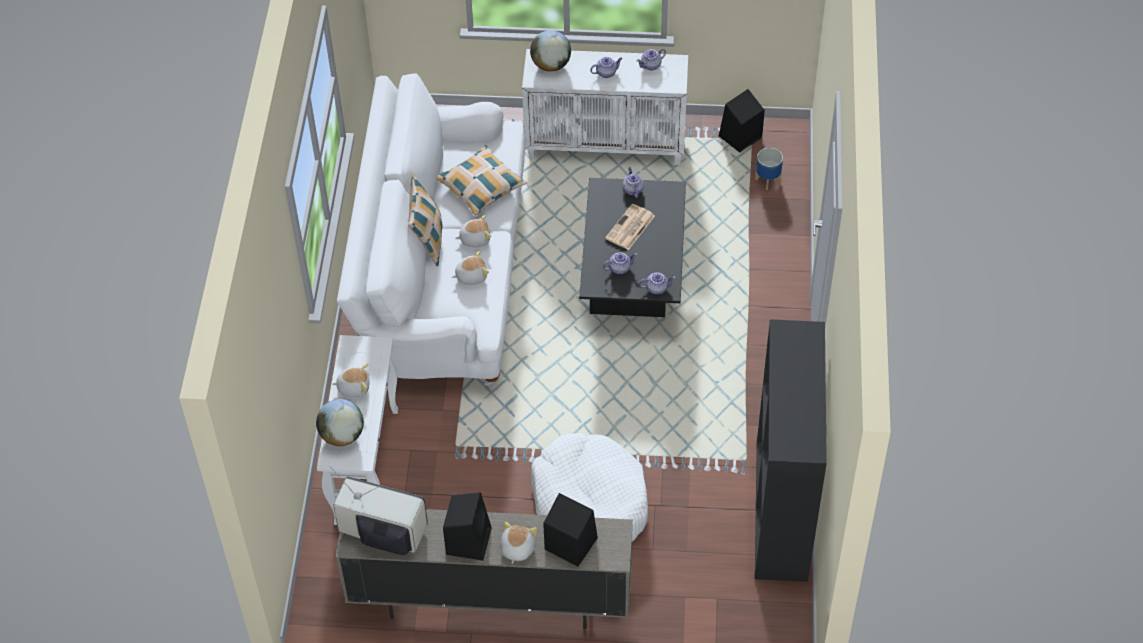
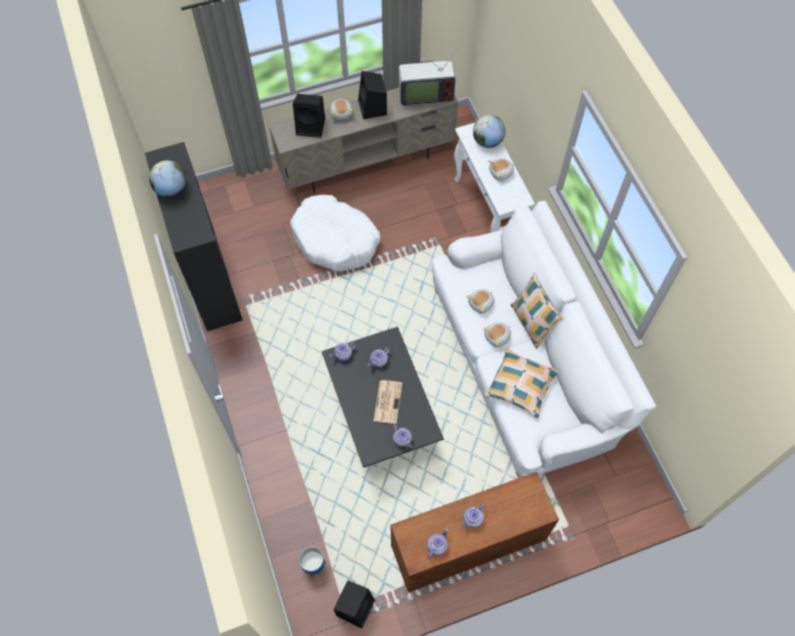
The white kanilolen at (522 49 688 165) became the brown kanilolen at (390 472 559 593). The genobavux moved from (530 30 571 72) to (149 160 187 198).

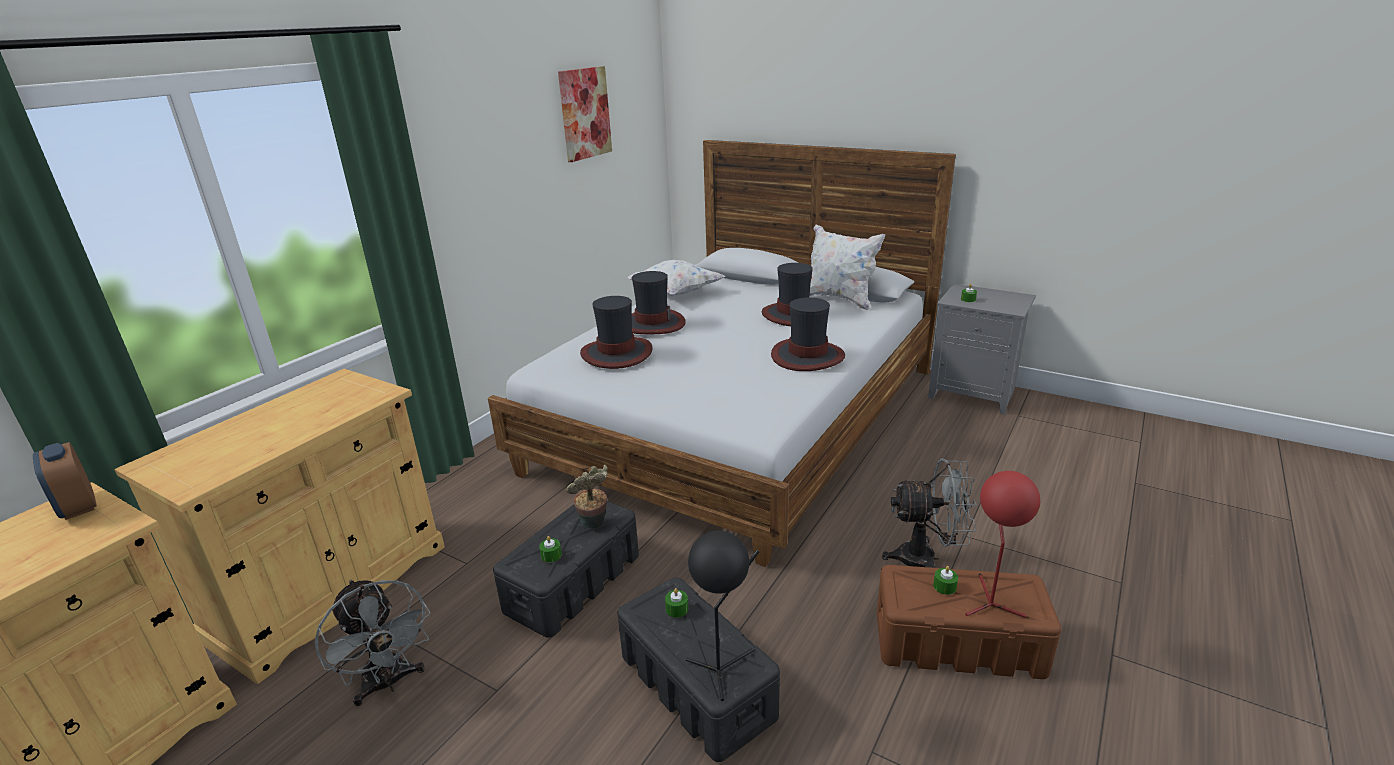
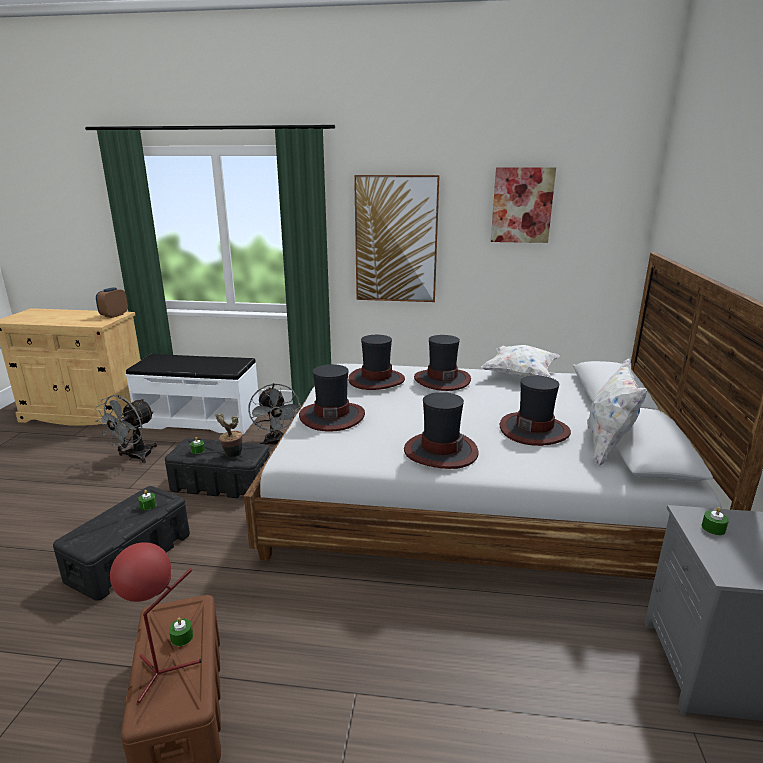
The beige kanilolen at (114 369 445 684) was replaced by the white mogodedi at (126 354 260 435). The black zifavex at (686 531 759 701) disappeared. The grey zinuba moved from (882 458 978 568) to (248 383 301 445). The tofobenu at (299 364 365 432) appeared. The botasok at (354 175 440 302) appeared.

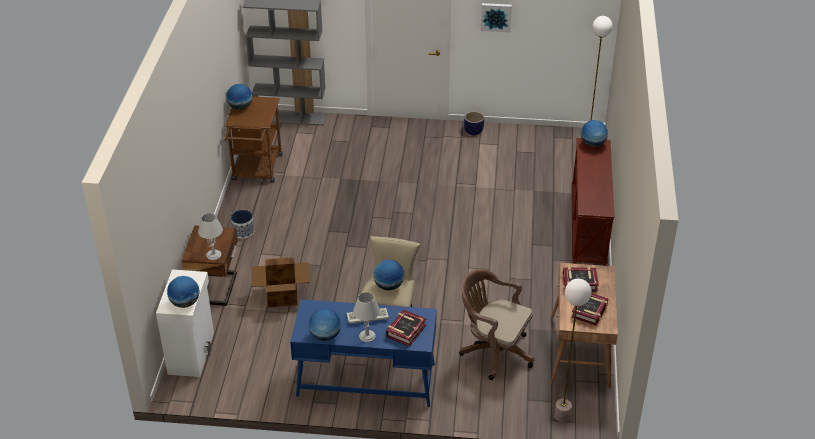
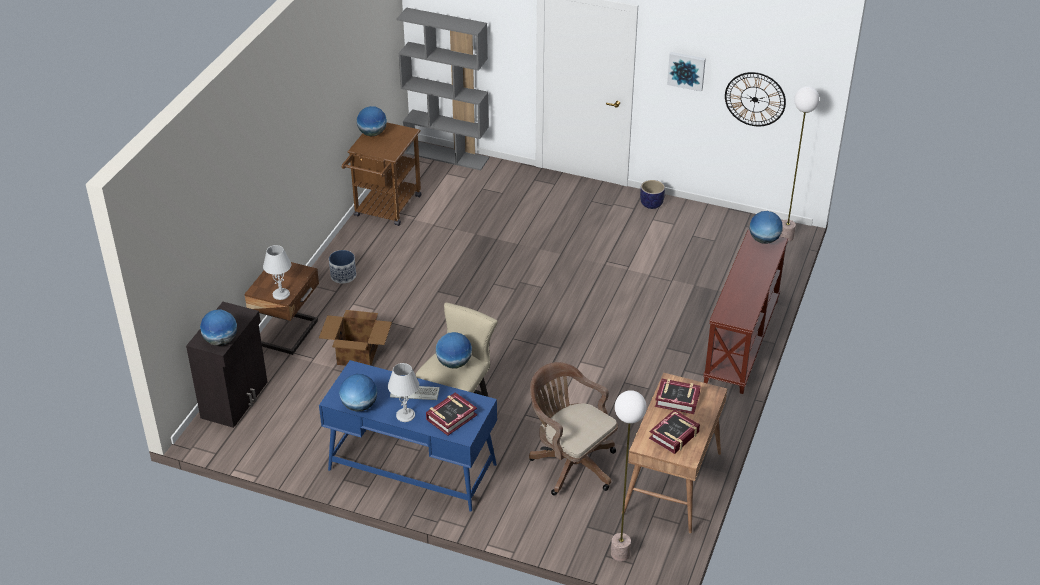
The white kanilolen at (156 269 214 377) became the black kanilolen at (186 302 267 428). The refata at (725 72 786 126) appeared.

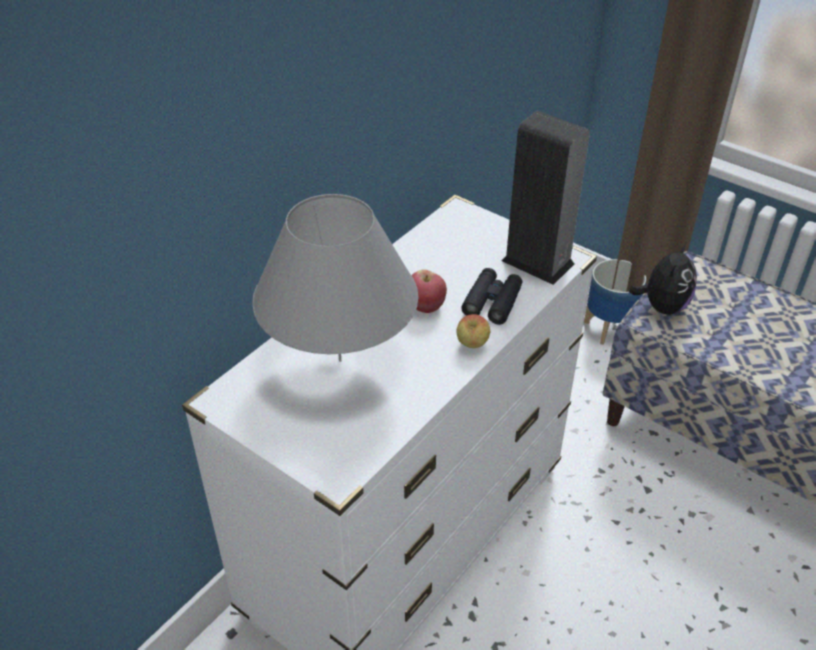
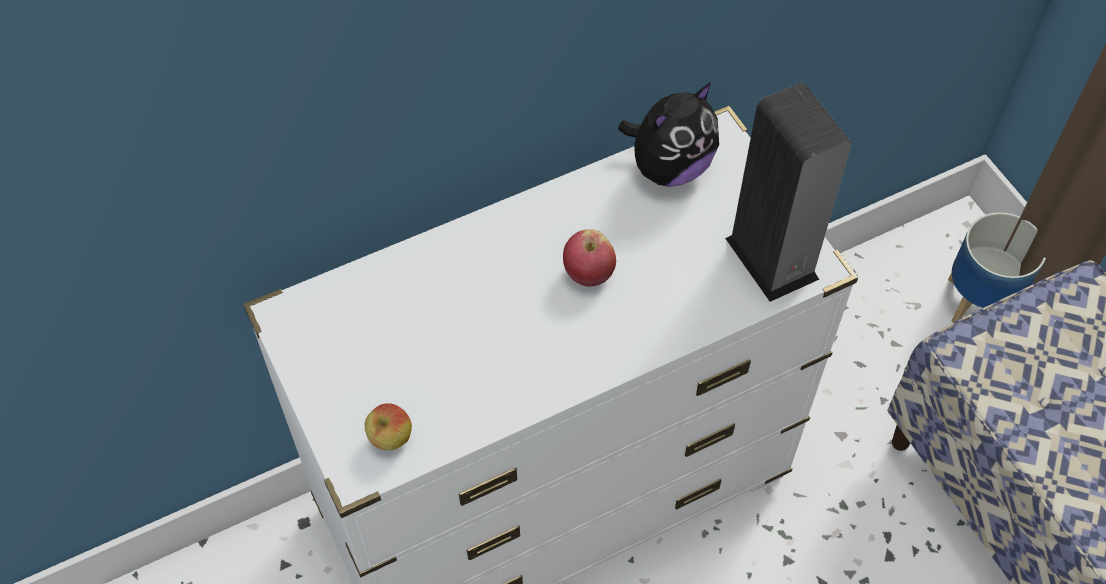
The grey zifavex at (252 194 419 362) disappeared. The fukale moved from (456 314 490 348) to (364 403 412 450). The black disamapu at (461 268 522 325) disappeared. The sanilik moved from (629 241 697 315) to (618 82 719 187).

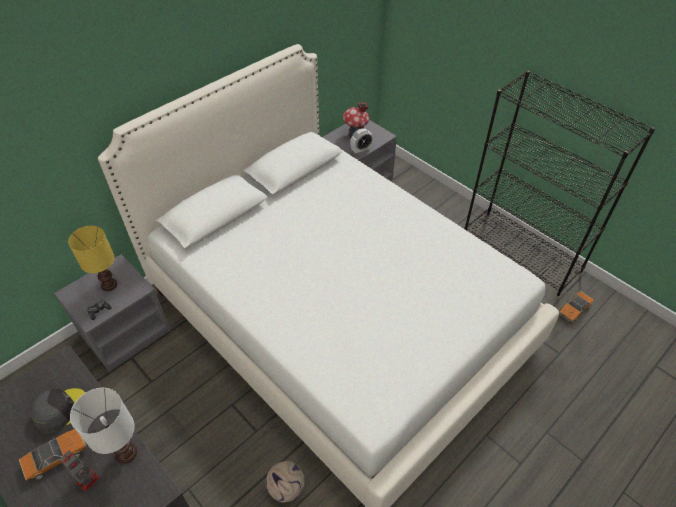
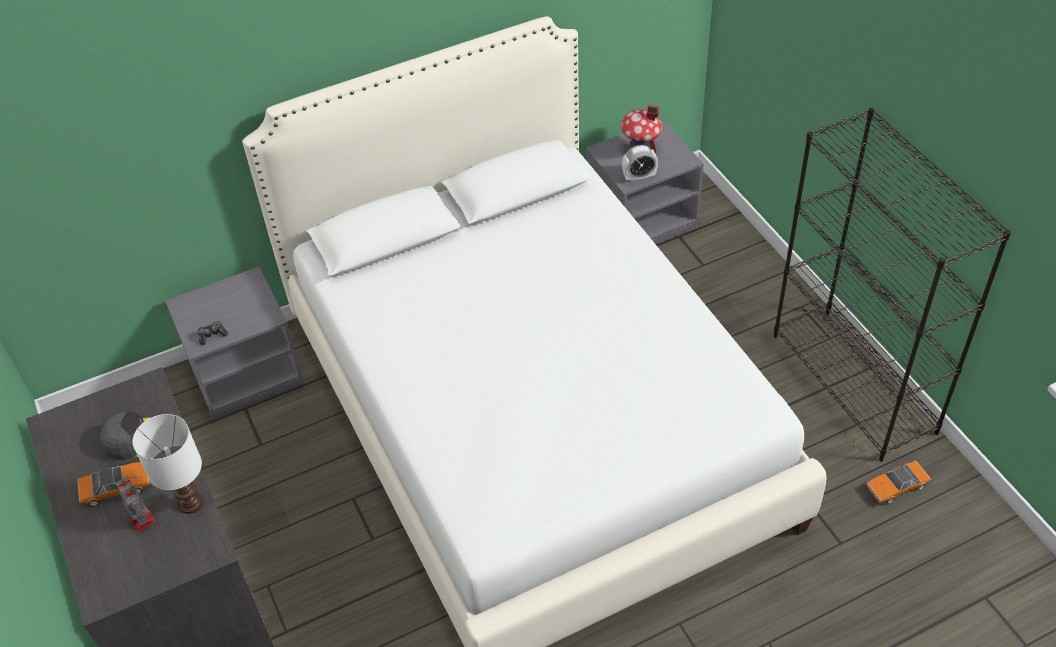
The yellow zifavex at (68 226 117 291) disappeared. The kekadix at (266 461 305 502) disappeared.

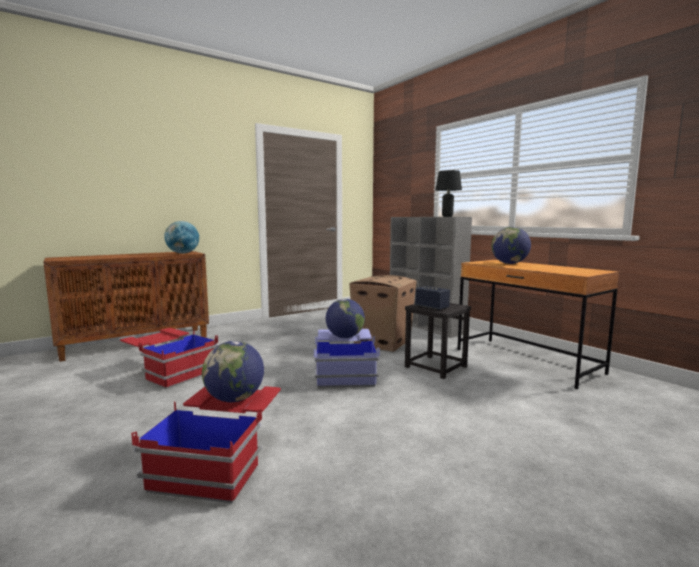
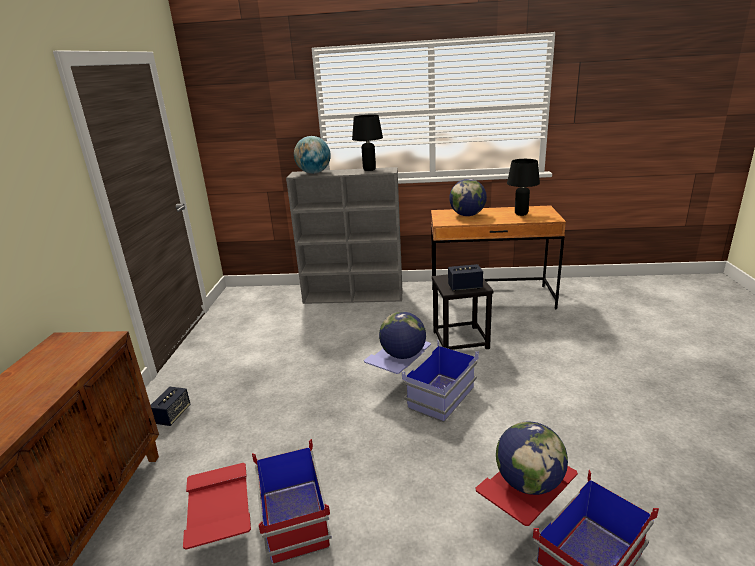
The genobavux moved from (164 221 199 254) to (294 136 331 174). The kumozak at (349 275 417 352) disappeared. The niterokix at (151 387 190 426) appeared. The black zifavex at (507 159 540 216) appeared.

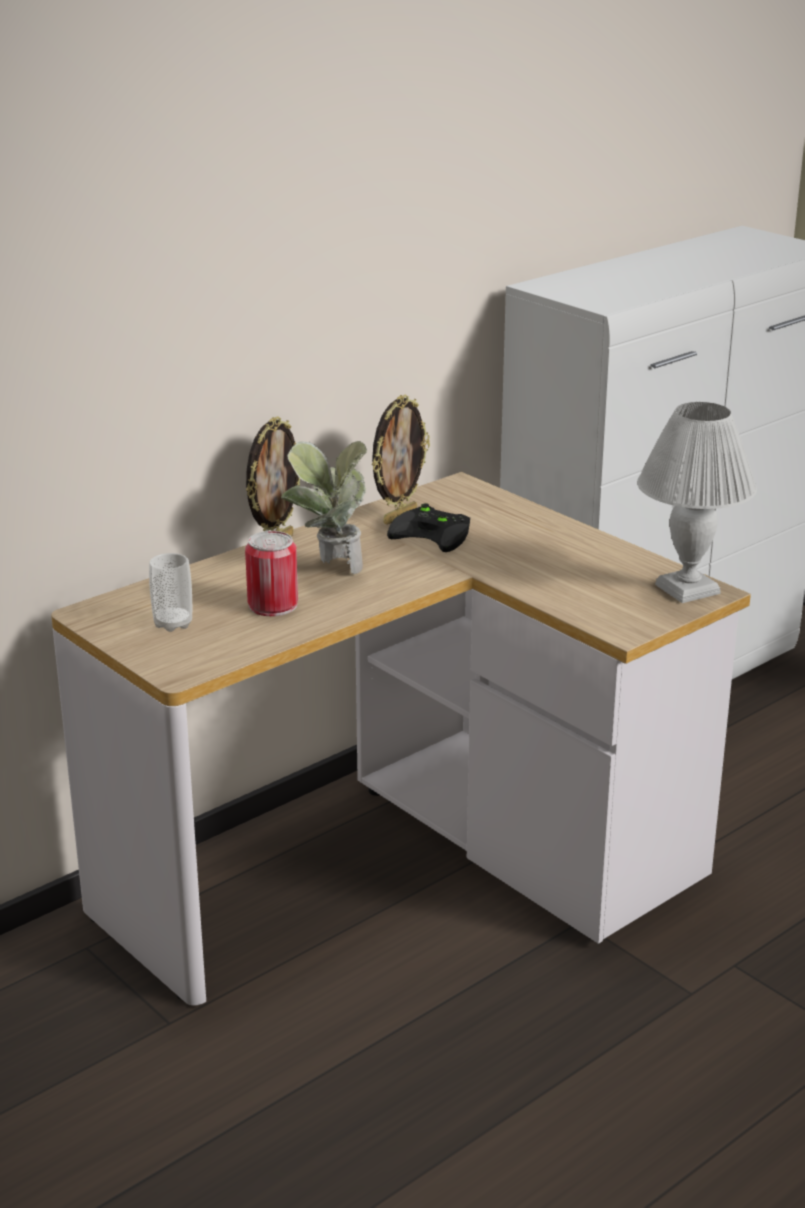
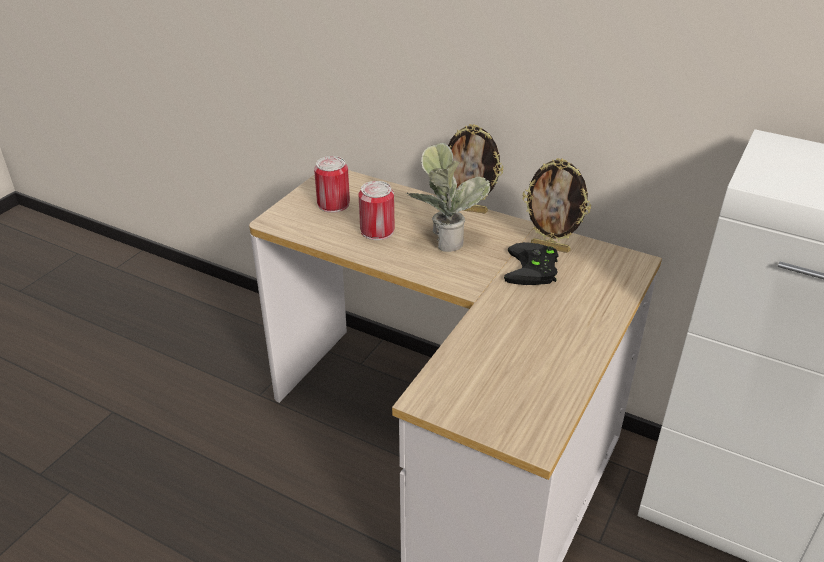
The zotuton at (149 553 192 632) was replaced by the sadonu at (314 156 350 213). The white zifavex at (637 402 757 603) disappeared.

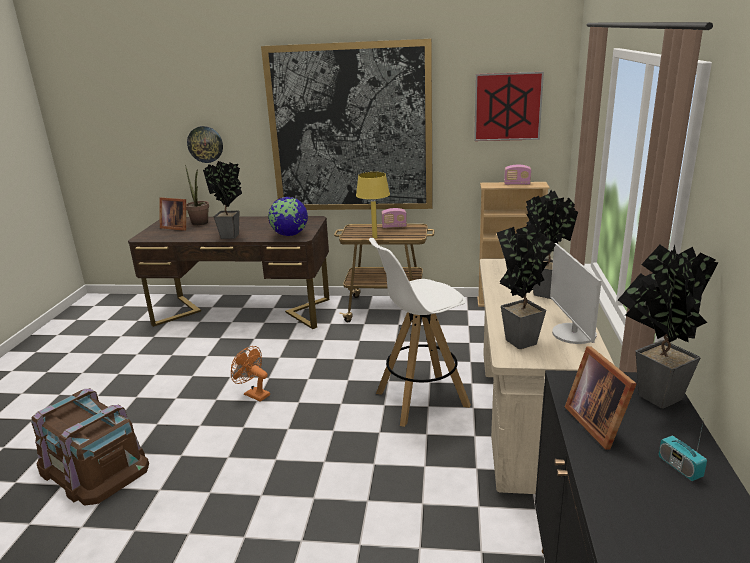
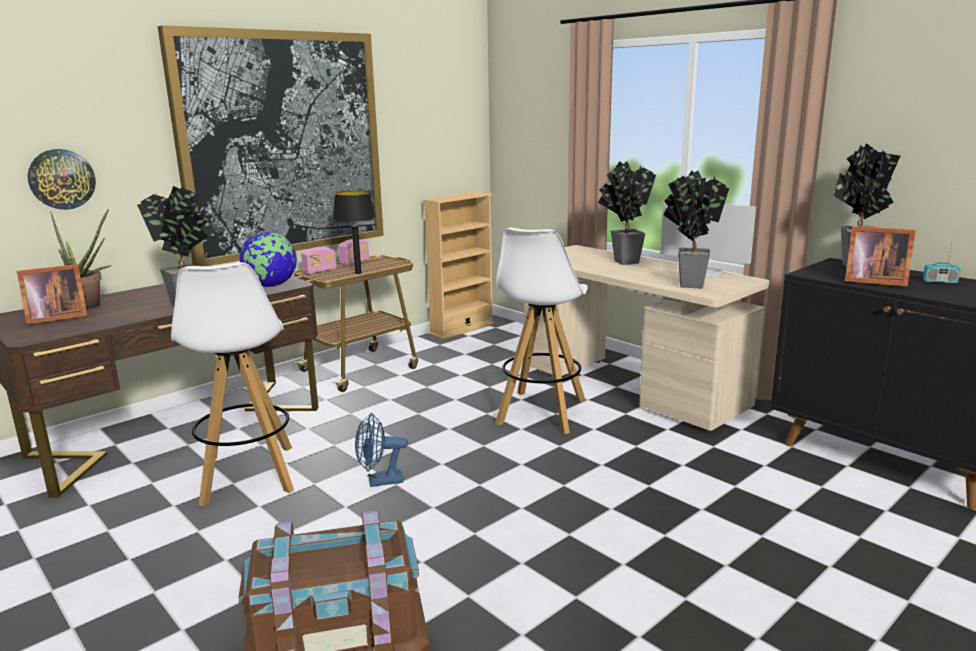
The orange zinuba at (231 346 270 402) became the blue zinuba at (355 413 408 487). The yellow zifavex at (356 172 390 238) became the black zifavex at (332 190 376 274). The botasok at (474 72 544 141) disappeared. The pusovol moved from (504 165 531 185) to (301 247 336 274). The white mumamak at (171 262 294 506) appeared.

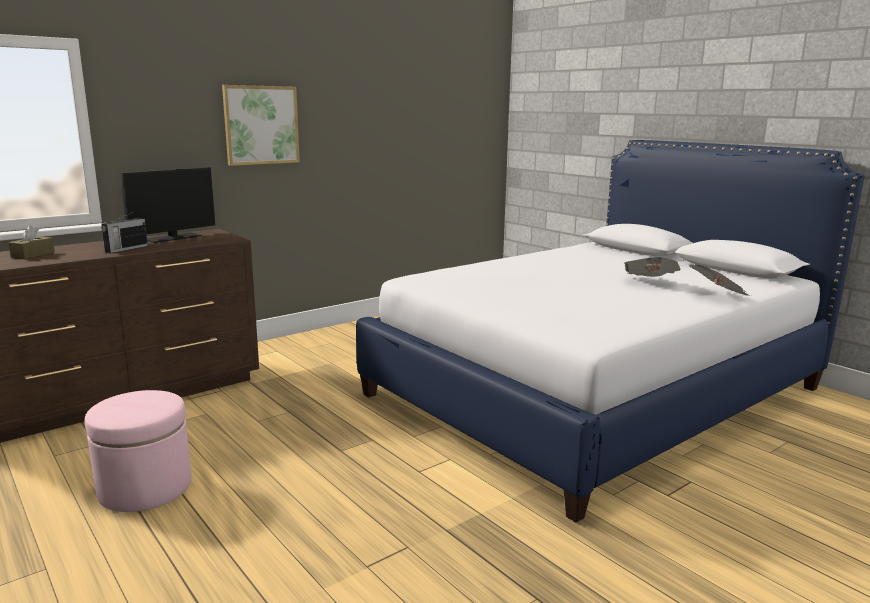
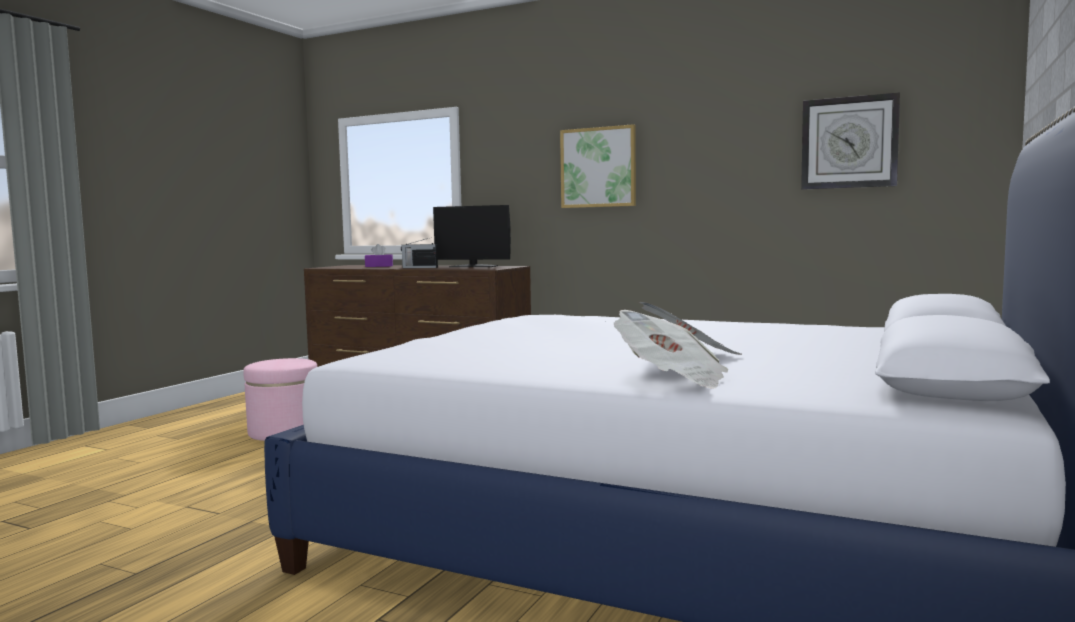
The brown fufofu at (8 225 55 259) became the purple fufofu at (365 244 393 267). The refata at (801 92 900 189) appeared.

